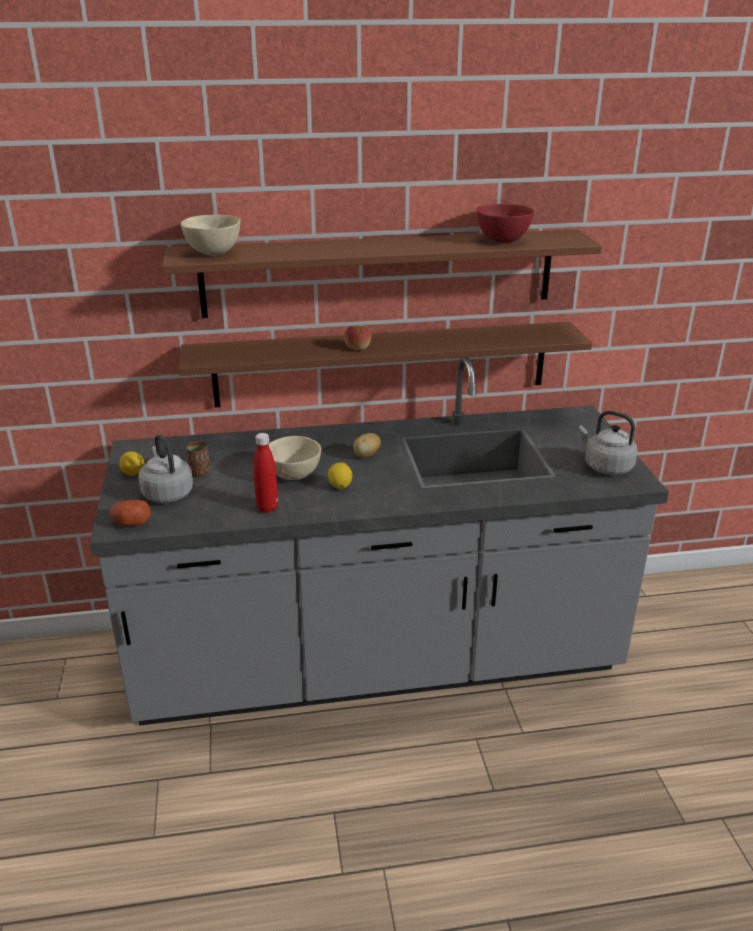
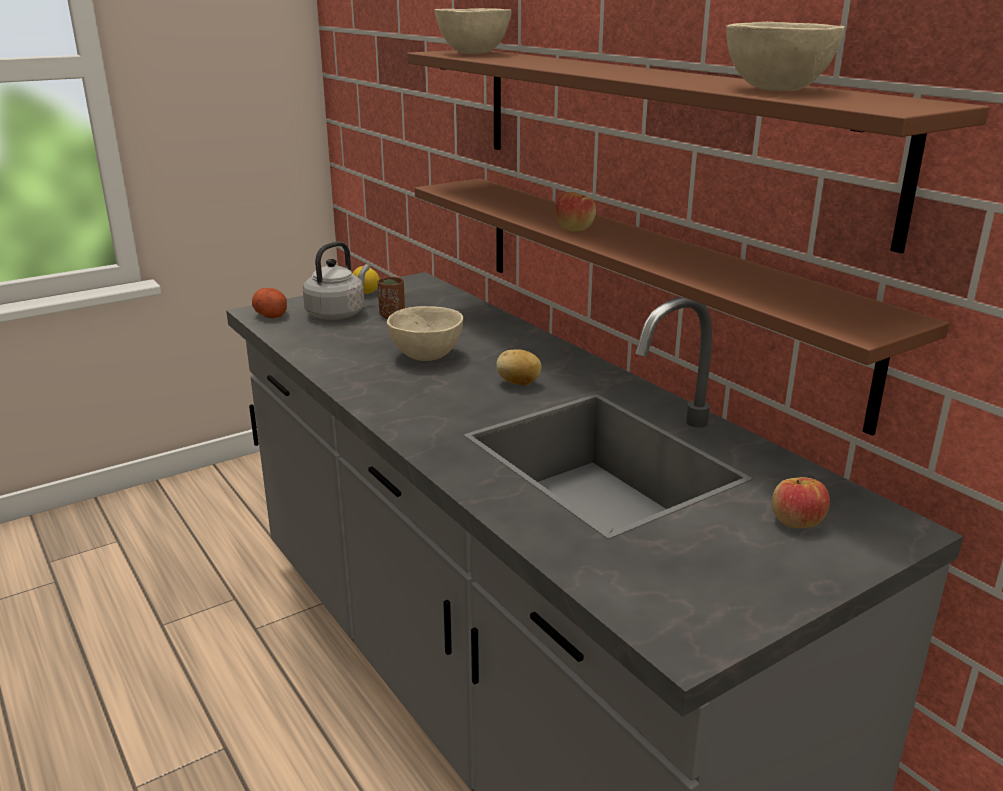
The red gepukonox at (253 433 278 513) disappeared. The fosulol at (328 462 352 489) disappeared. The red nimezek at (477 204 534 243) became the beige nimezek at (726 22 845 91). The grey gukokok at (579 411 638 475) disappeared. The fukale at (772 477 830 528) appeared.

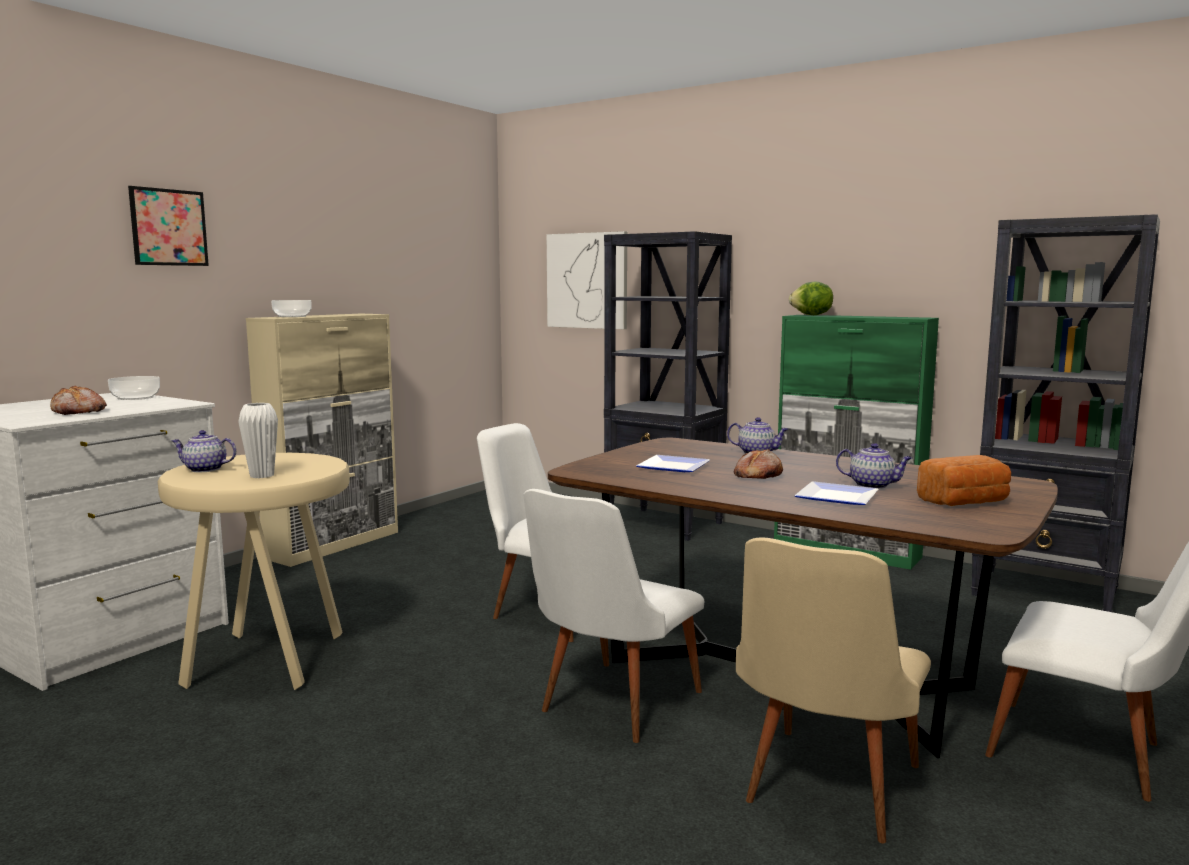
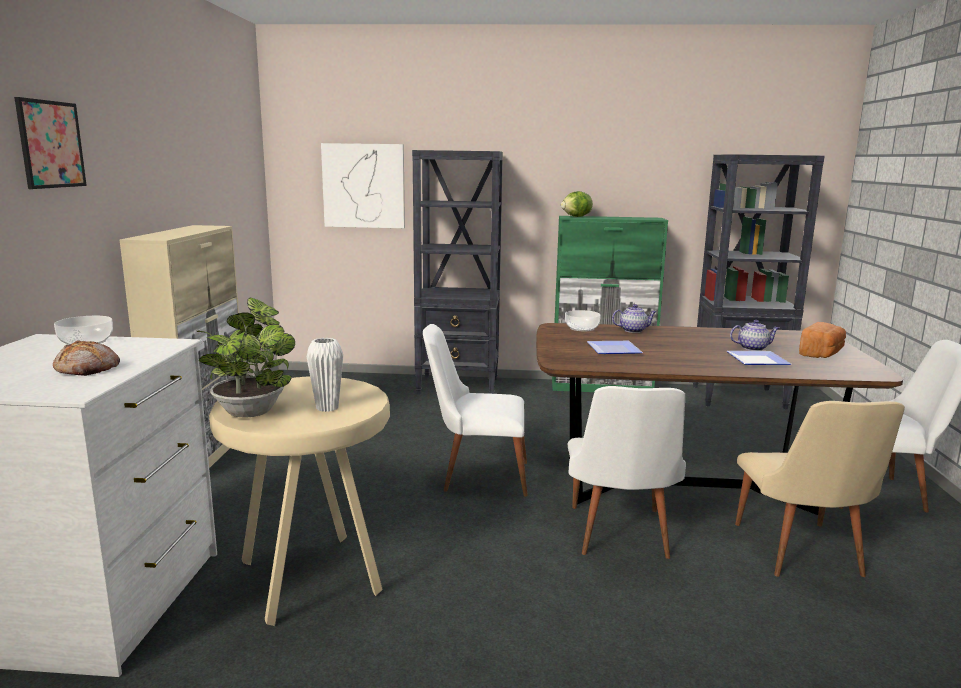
The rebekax at (171 430 236 472) was replaced by the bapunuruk at (197 298 295 418). The nimezek moved from (271 300 311 317) to (565 310 601 331). The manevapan at (734 449 783 479) disappeared.

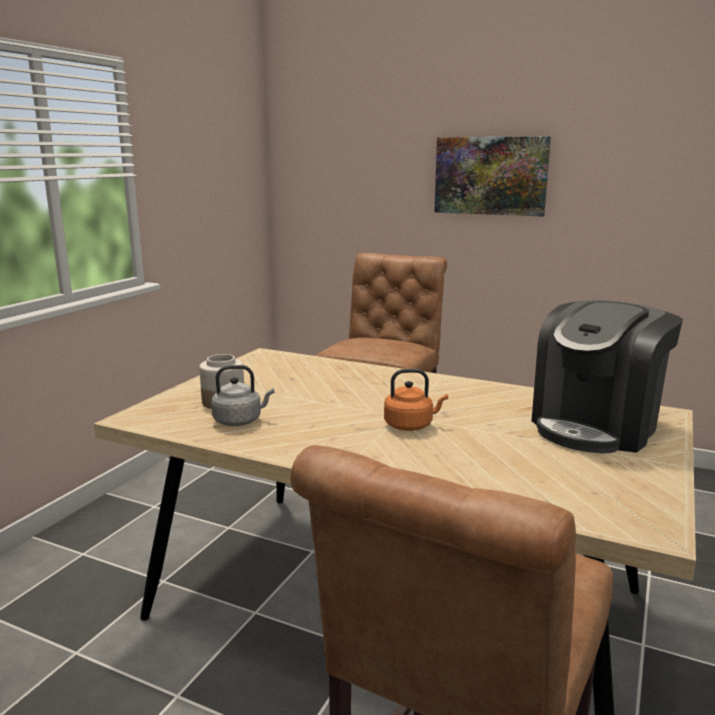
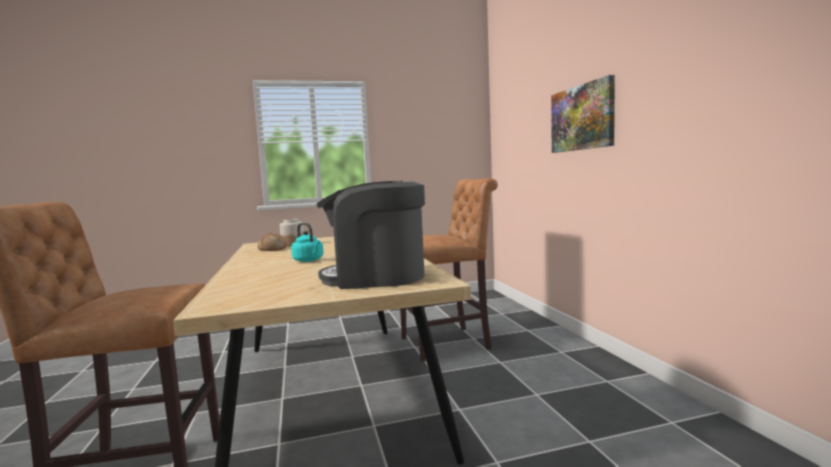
The grey gukokok at (211 365 274 426) was replaced by the manevapan at (258 233 287 251). The orange gukokok at (384 369 448 431) became the turquoise gukokok at (291 222 324 262).

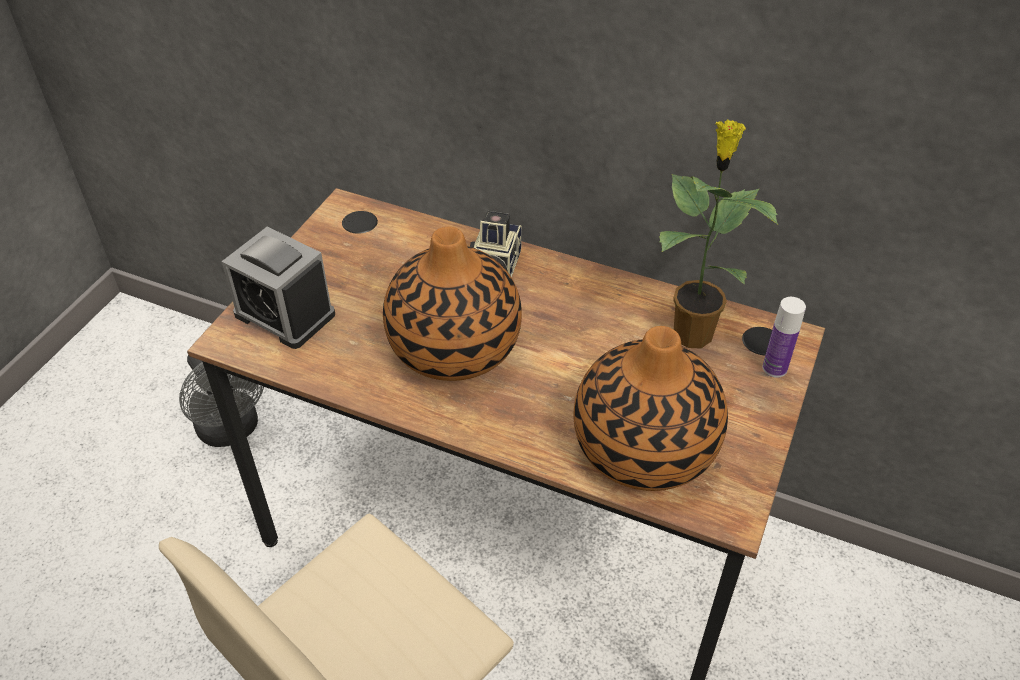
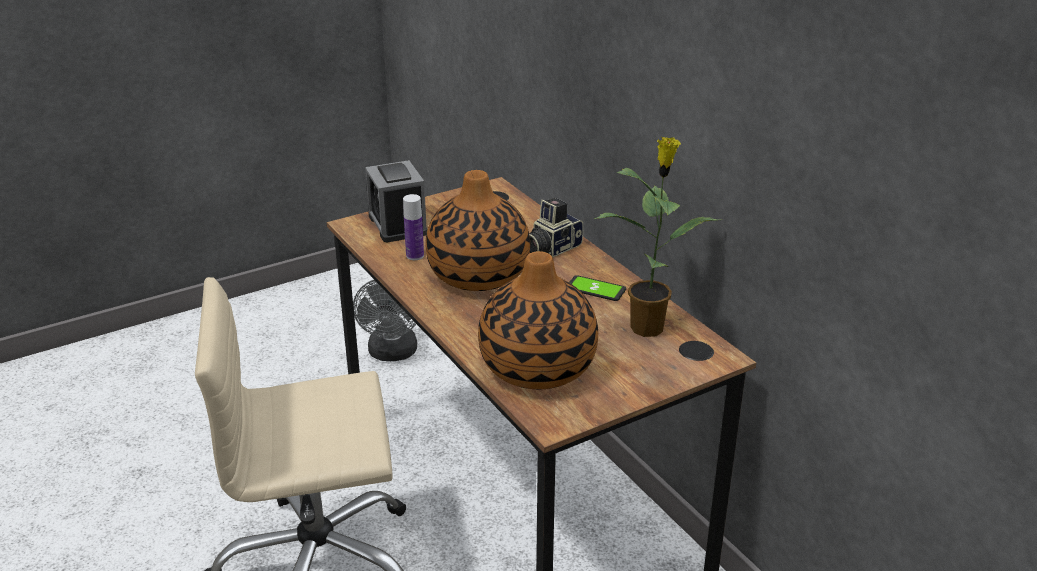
The gepukonox moved from (763 297 806 378) to (403 194 424 260). The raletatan at (569 275 626 301) appeared.

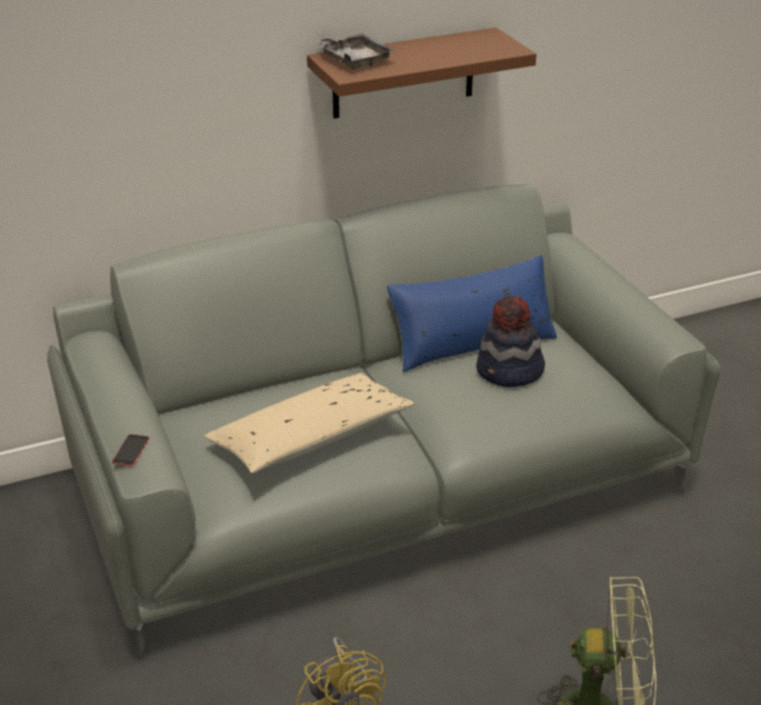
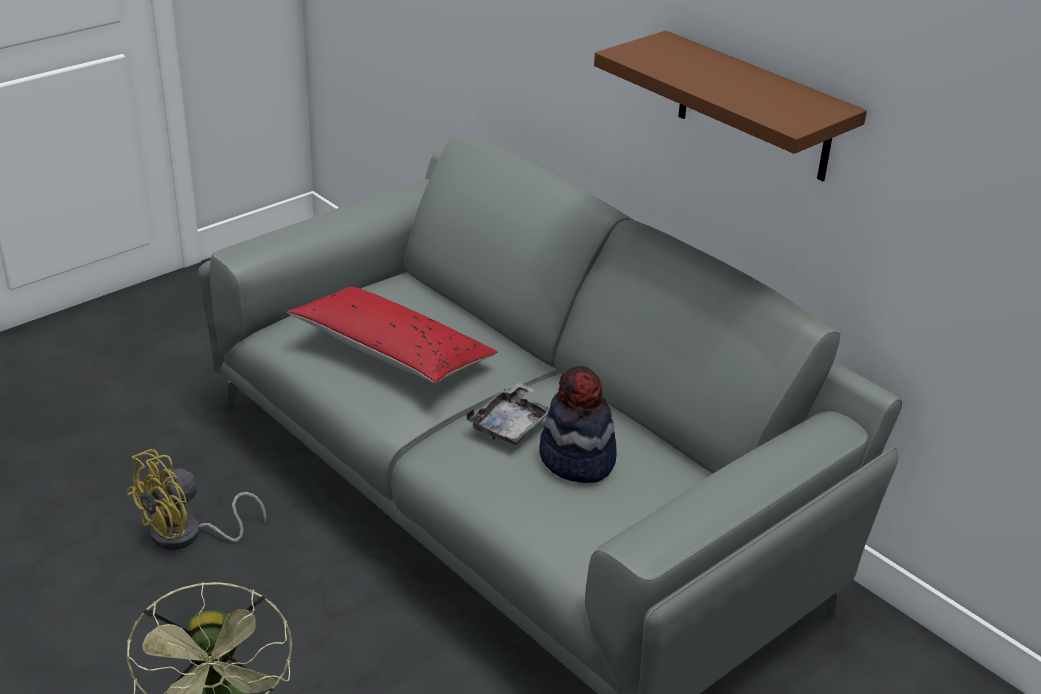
The raletatan at (112 434 150 466) disappeared. The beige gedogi at (204 373 415 473) became the red gedogi at (287 287 497 383). The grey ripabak moved from (315 33 395 69) to (466 382 550 445). The blue gedogi at (387 255 557 372) disappeared.

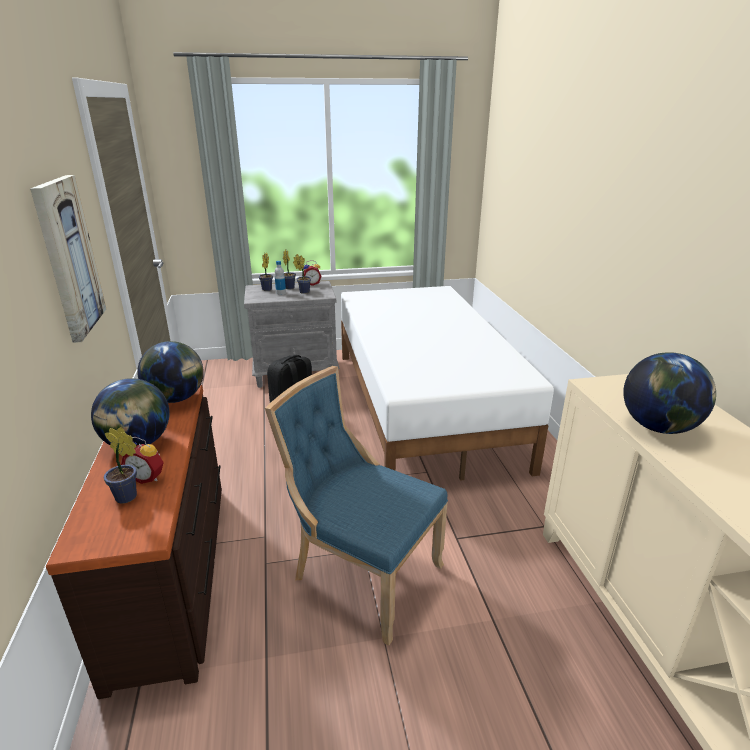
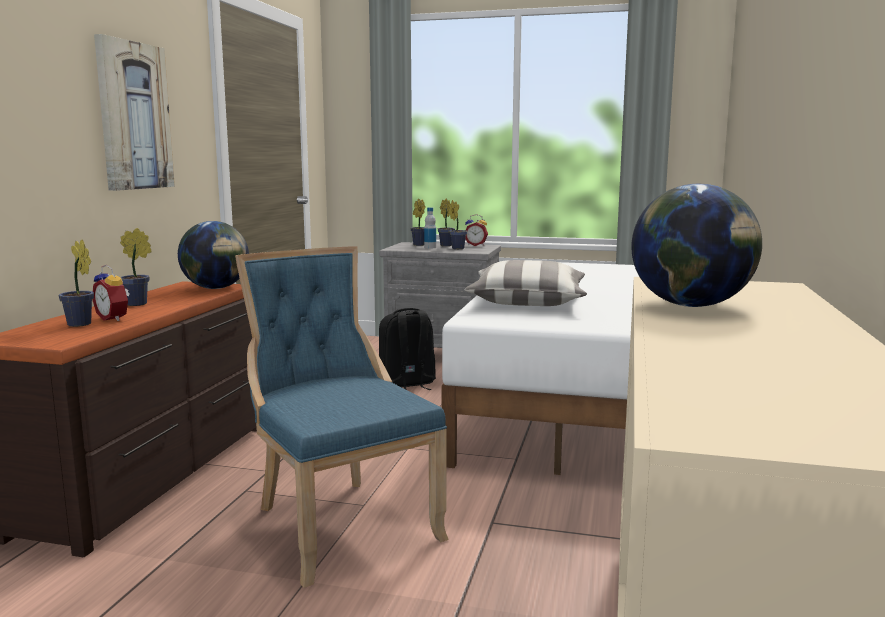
The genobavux at (91 378 170 446) was replaced by the bapunuruk at (120 228 151 306). The gedogi at (464 260 587 306) appeared.

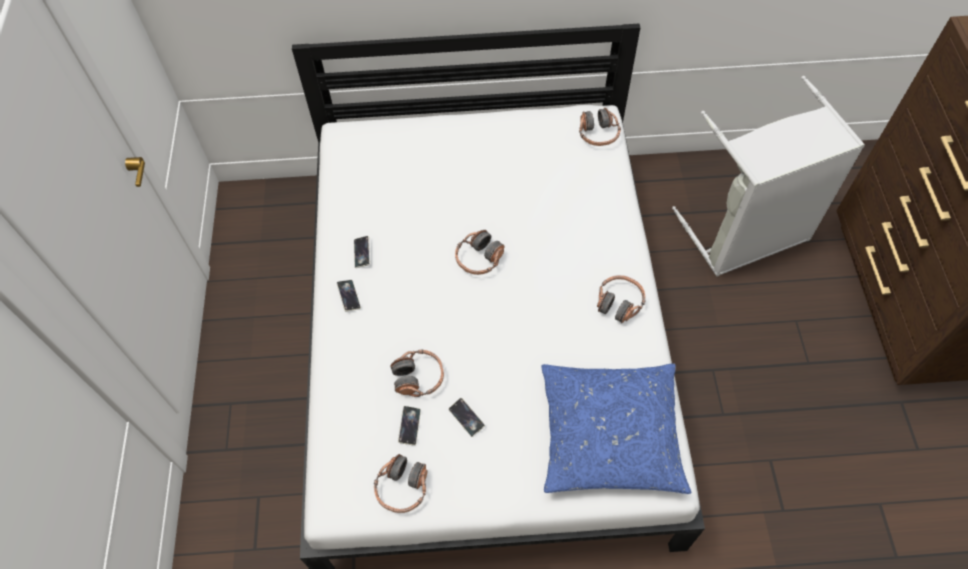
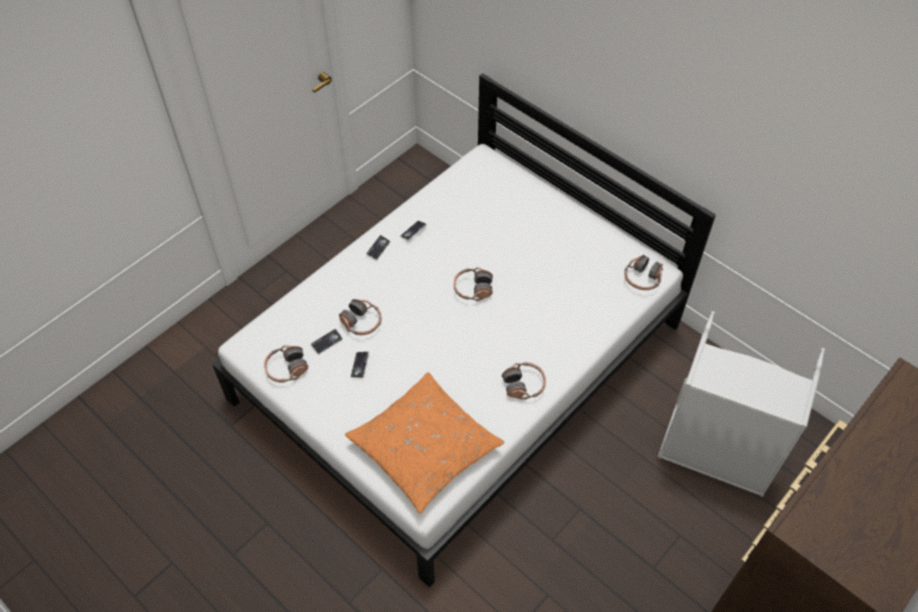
The blue gedogi at (541 363 691 494) became the orange gedogi at (345 372 504 514).

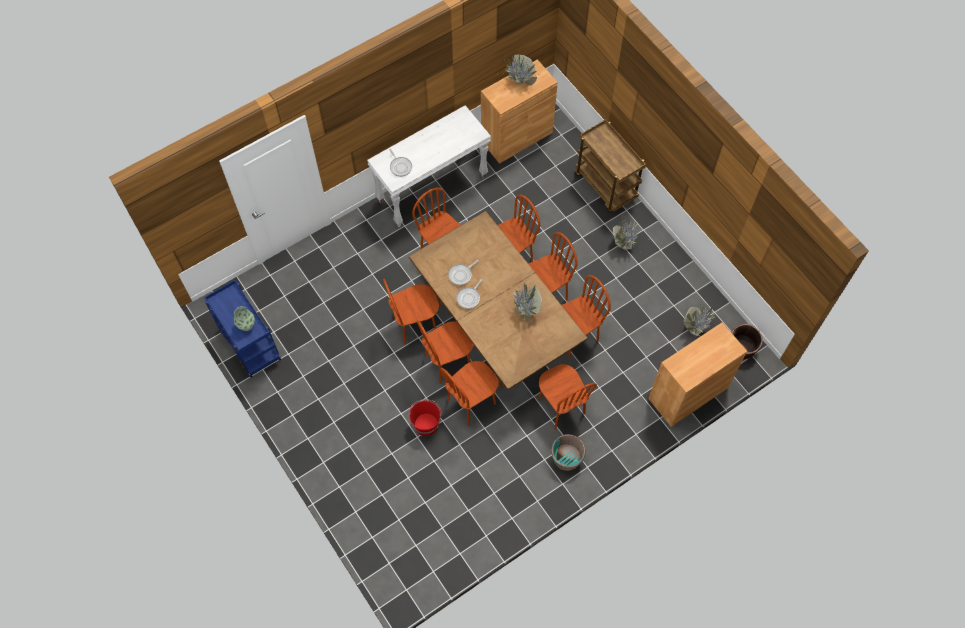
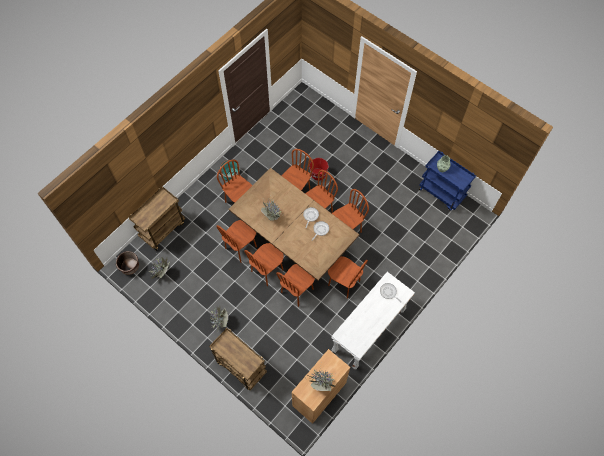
The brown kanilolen at (648 322 747 427) was replaced by the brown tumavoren at (128 186 185 251).

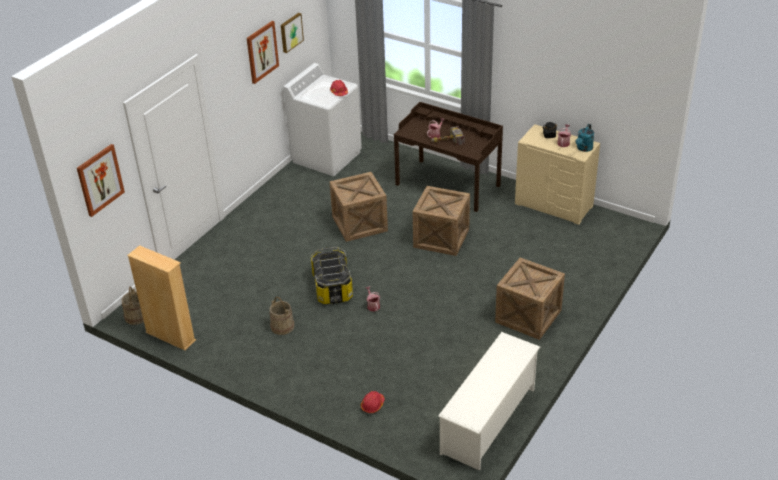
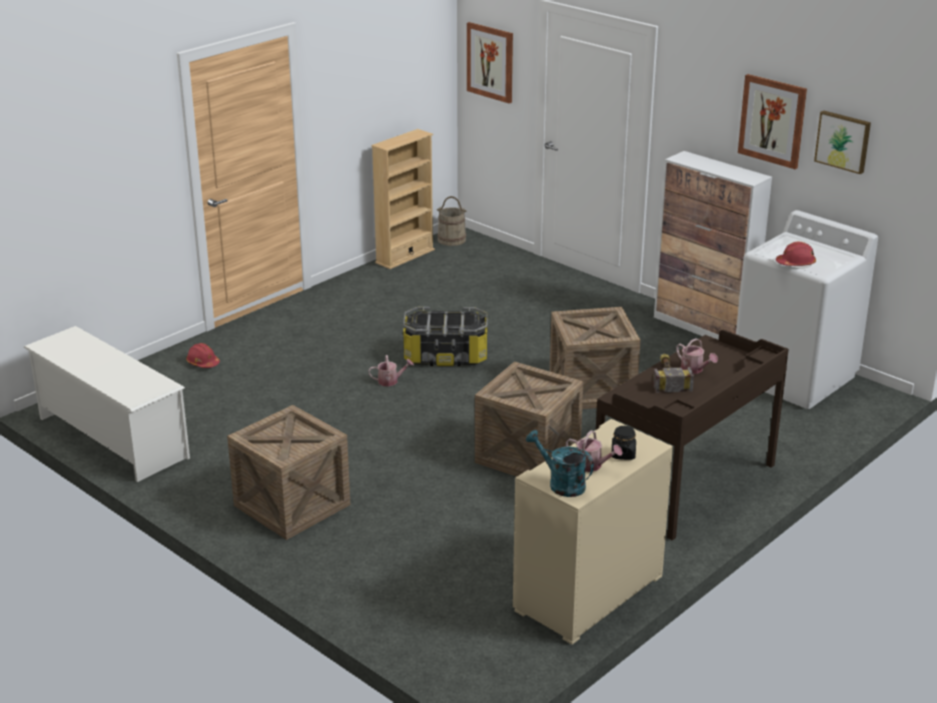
The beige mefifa at (270 297 294 335) disappeared. The kanilolen at (654 151 772 340) appeared.

